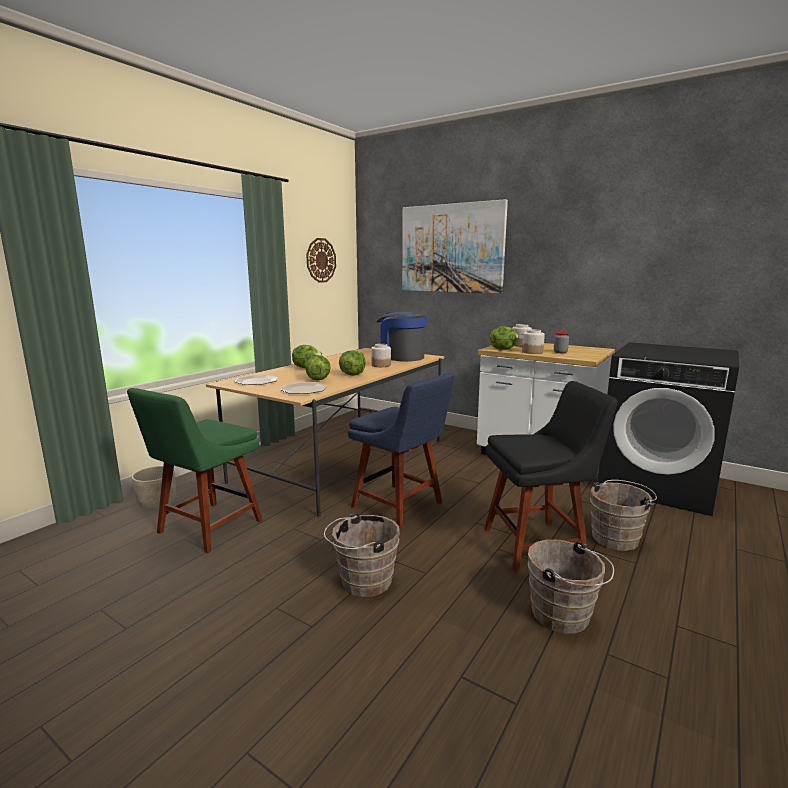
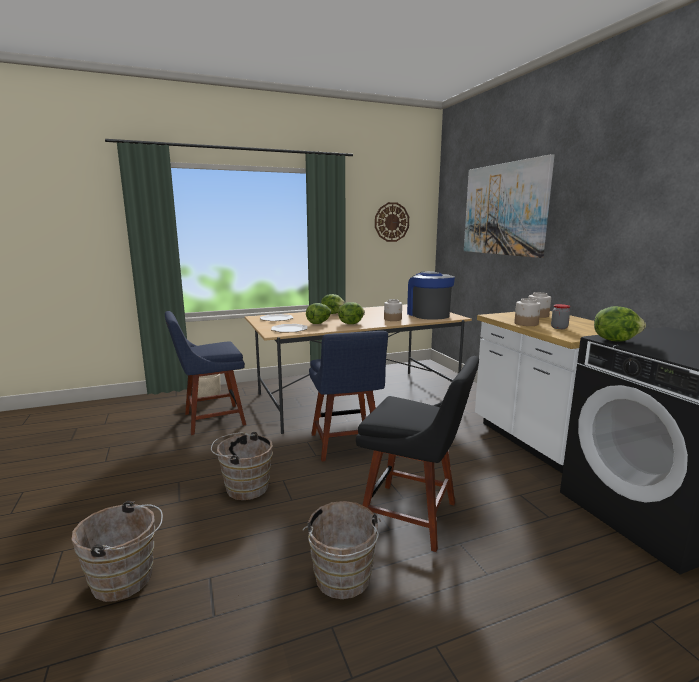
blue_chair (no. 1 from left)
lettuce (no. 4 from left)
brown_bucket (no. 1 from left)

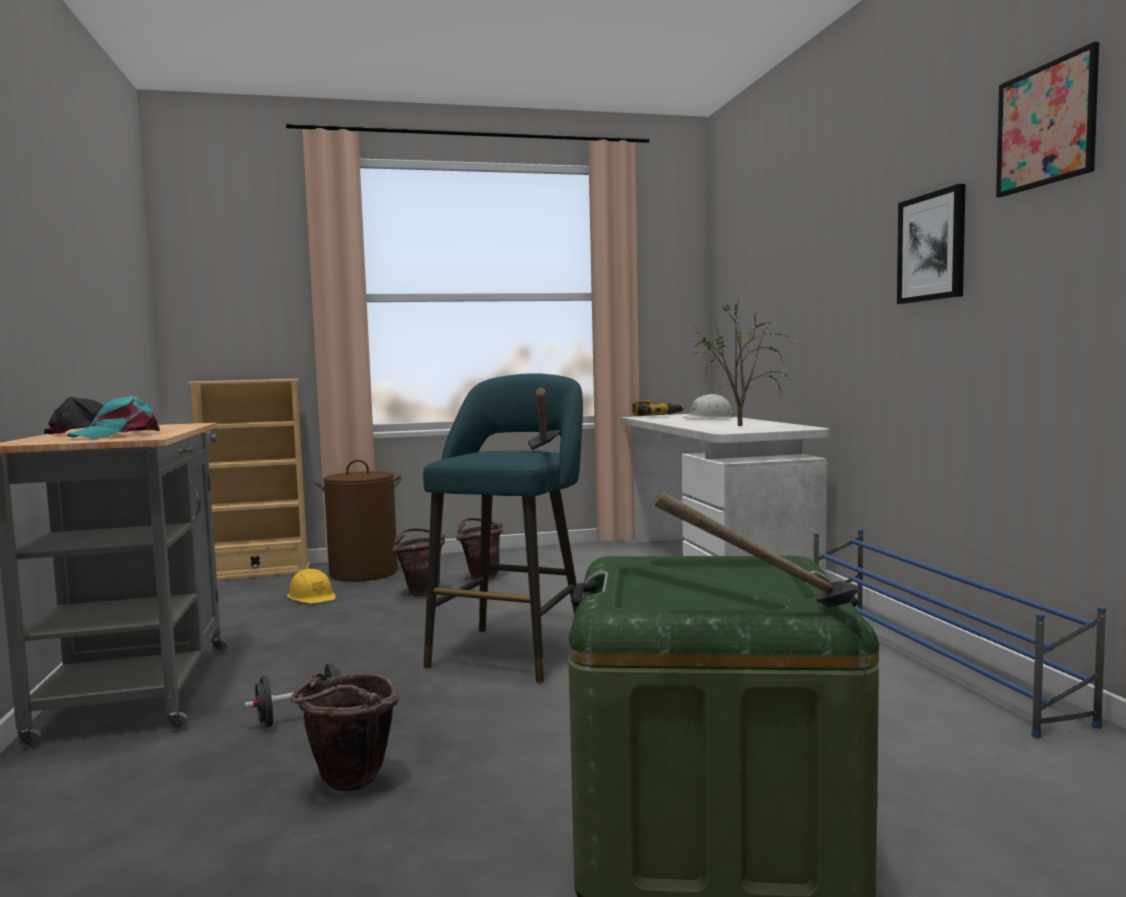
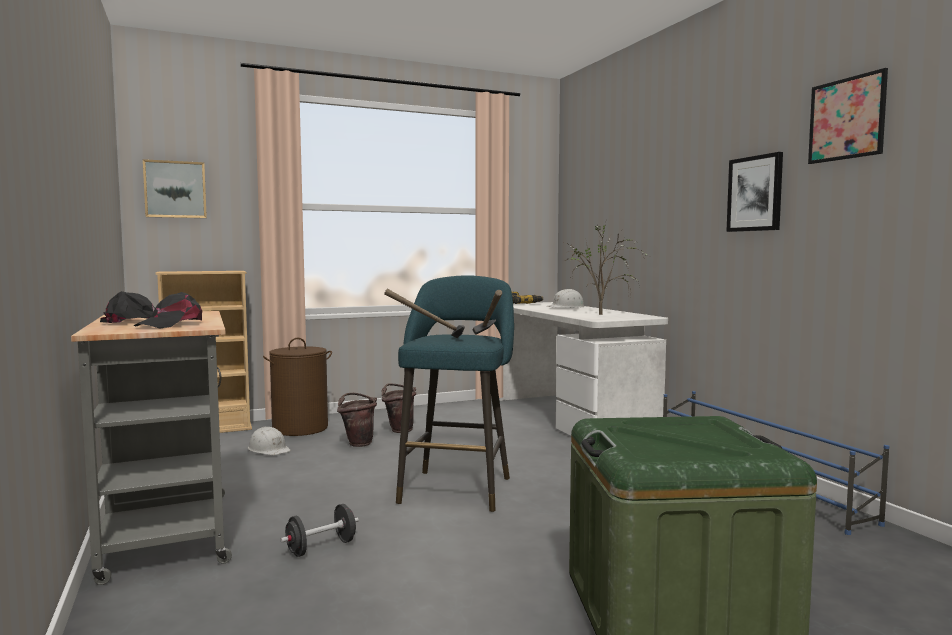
black_cap (no. 2 from left)
white_hard_hat (no. 1 from left)
brown_bucket (no. 1 from left in the first image)
hammer (no. 1 from left)
picture (no. 1 from left)

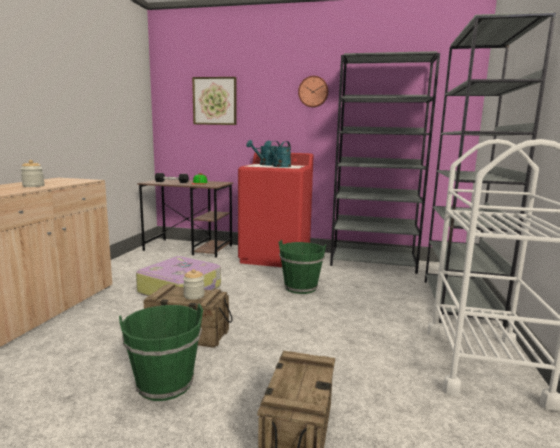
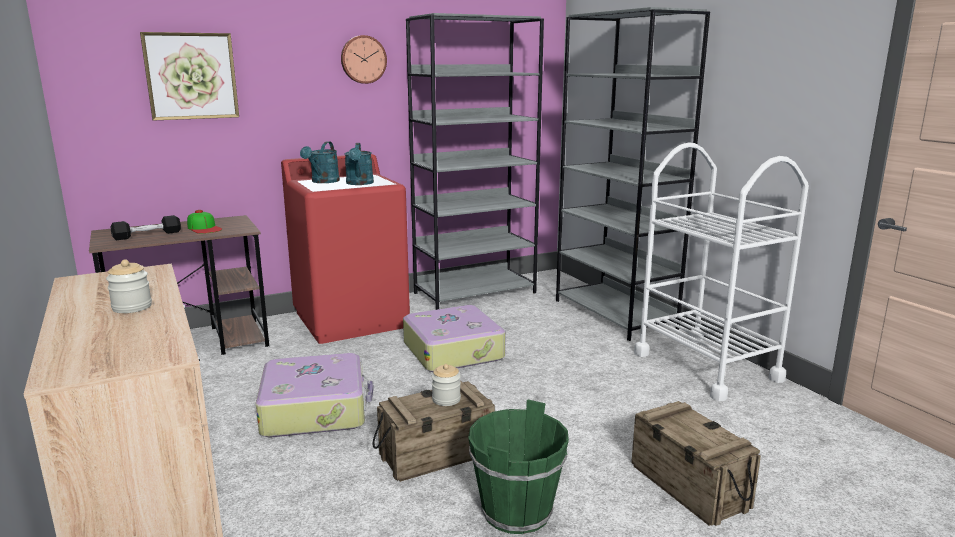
suitcase (no. 2 from left)

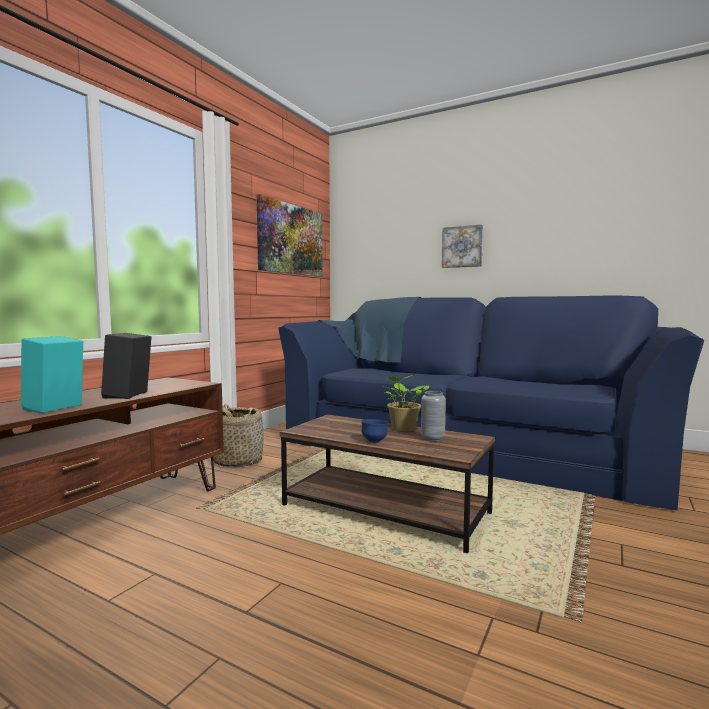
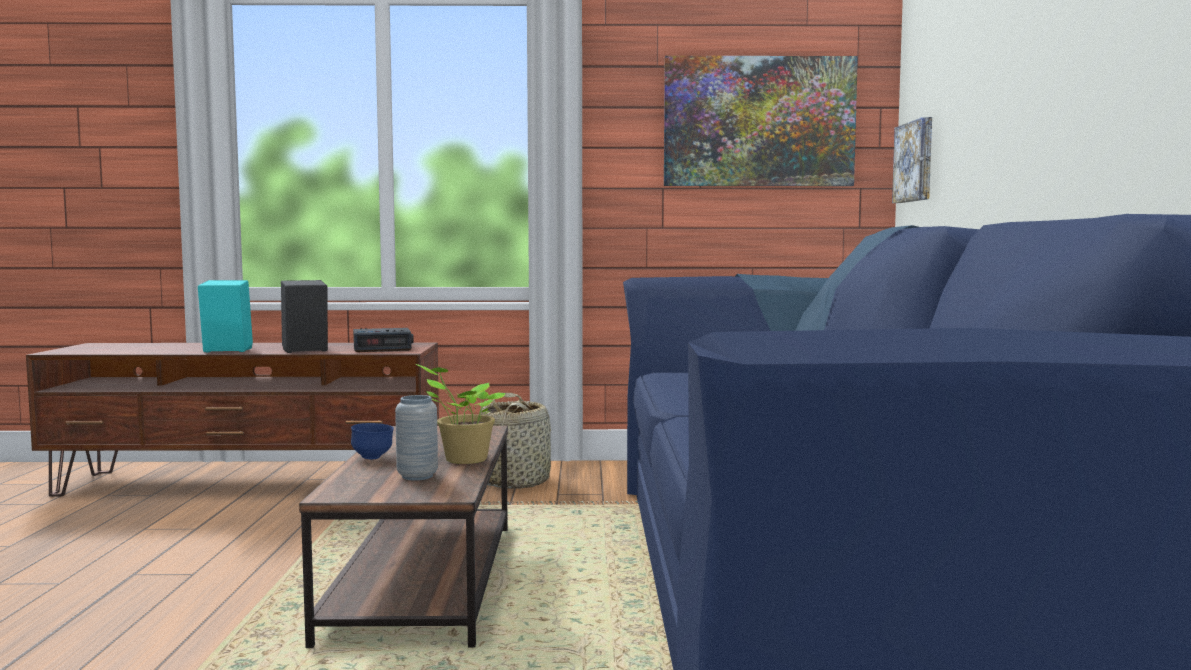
picture (no. 2 from left)
alarm_clock

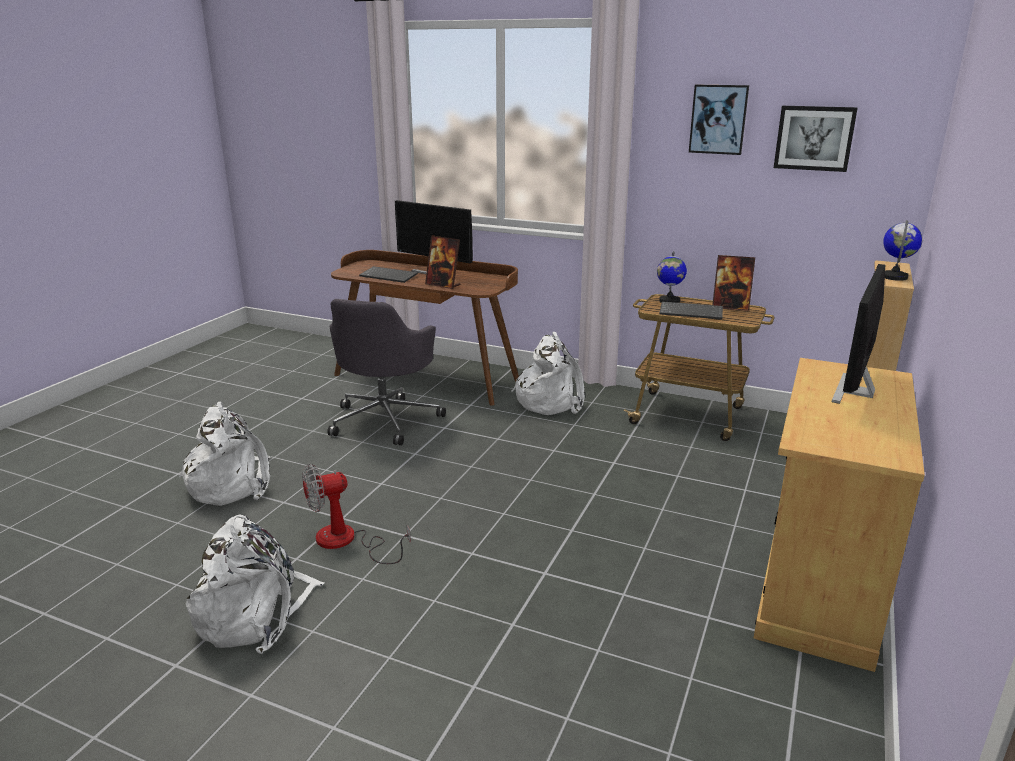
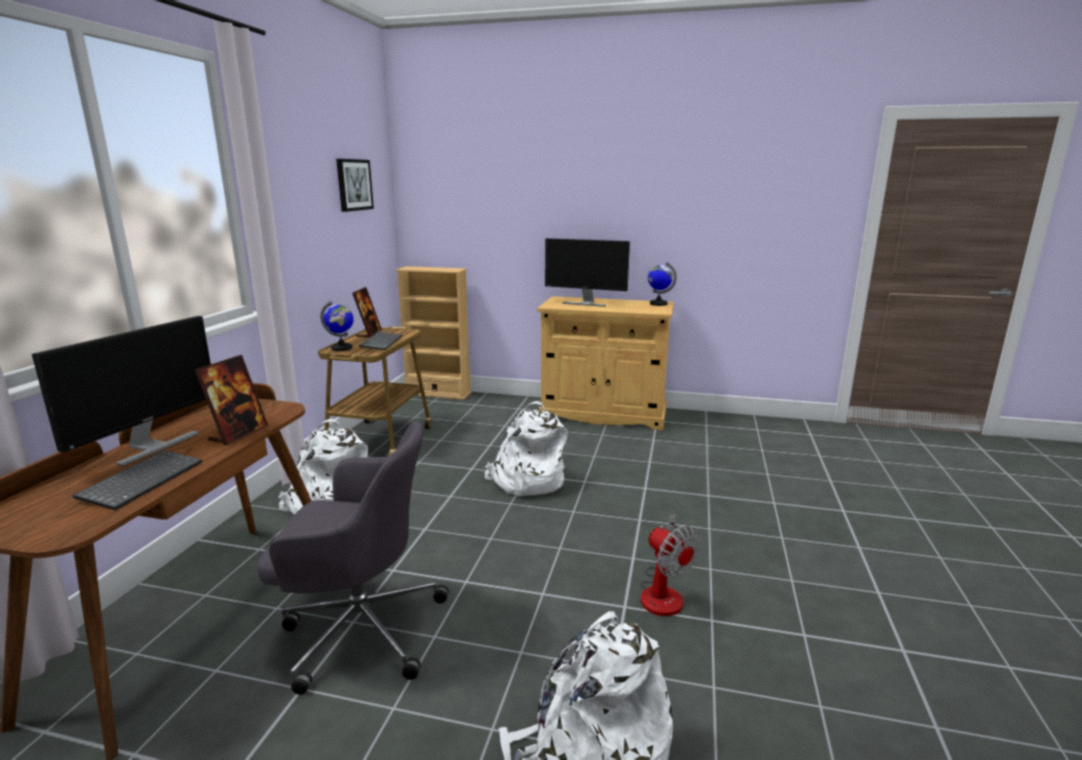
white_backpack (no. 2 from left)
picture (no. 1 from left in the first image)
globe (no. 2 from left)

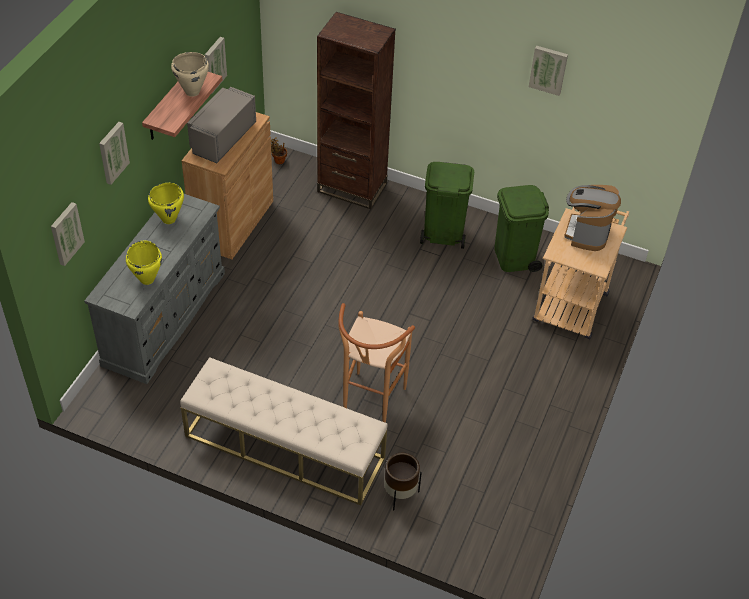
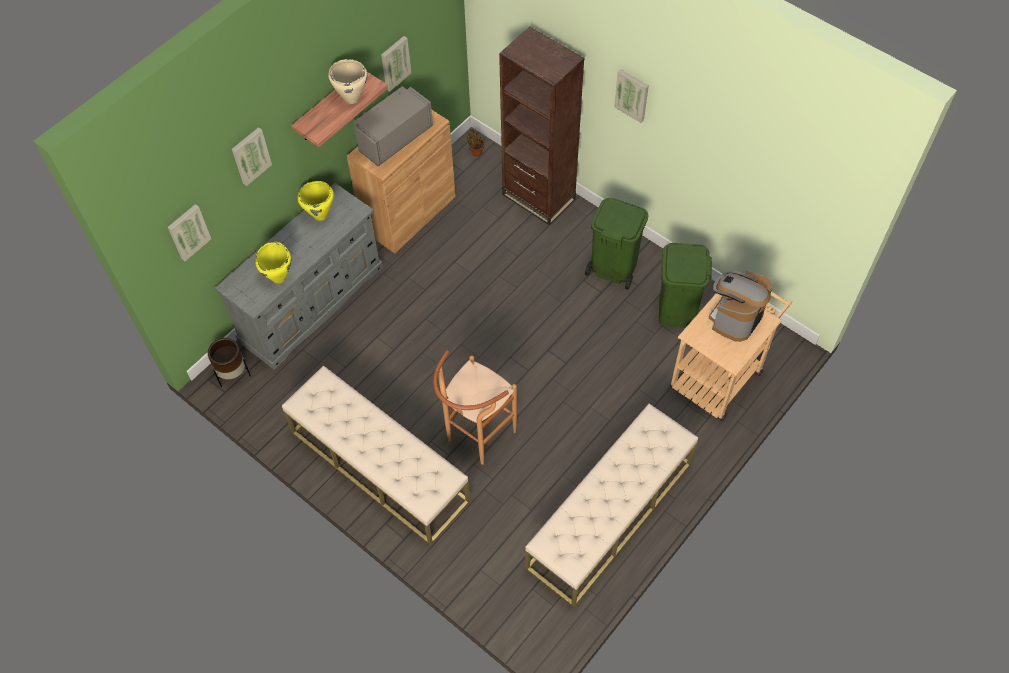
brown_planter
picture (no. 4 from left)
beige_bench (no. 2 from left)

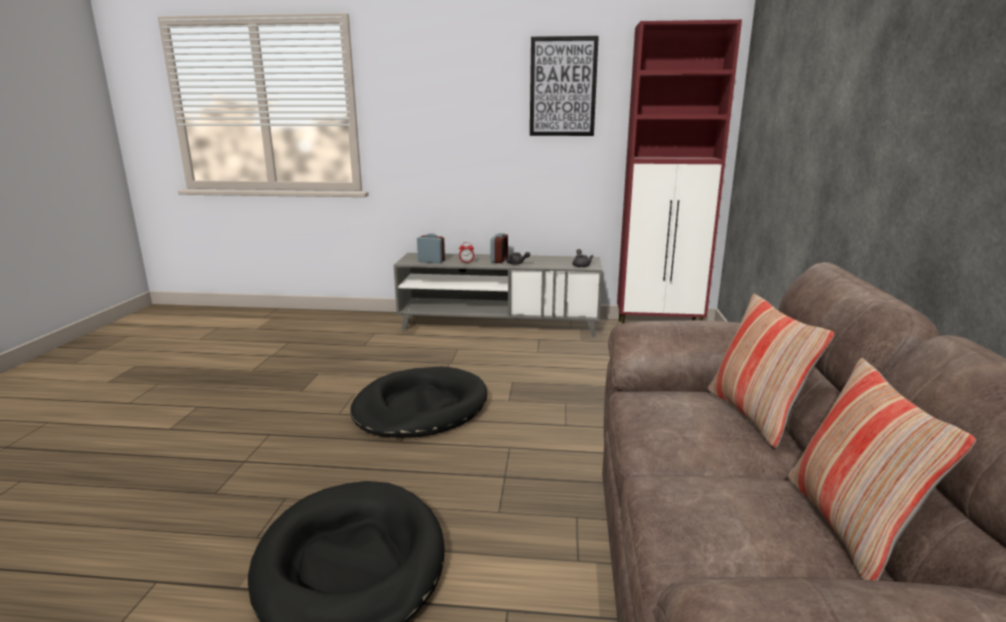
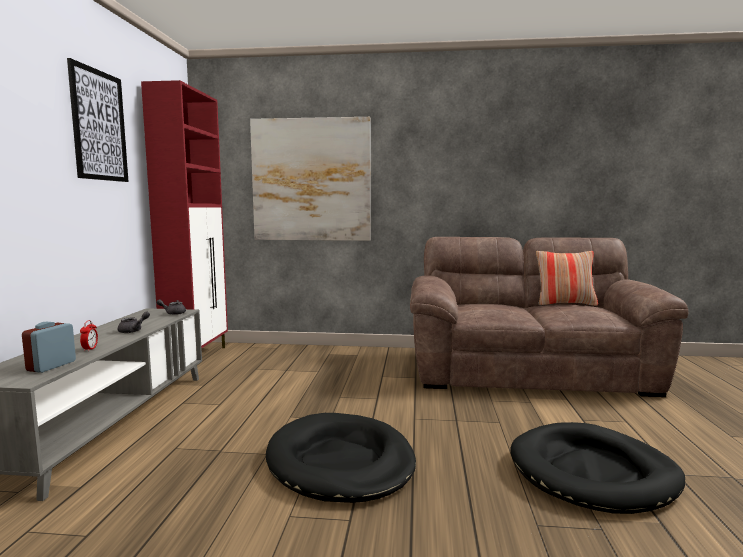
alarm_clock (no. 3 from left in the first image)
pillow (no. 1 from left in the first image)
picture (no. 2 from left)

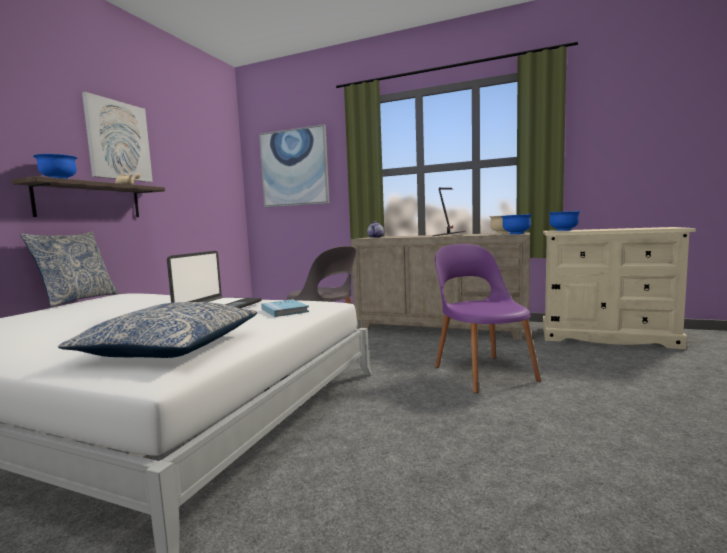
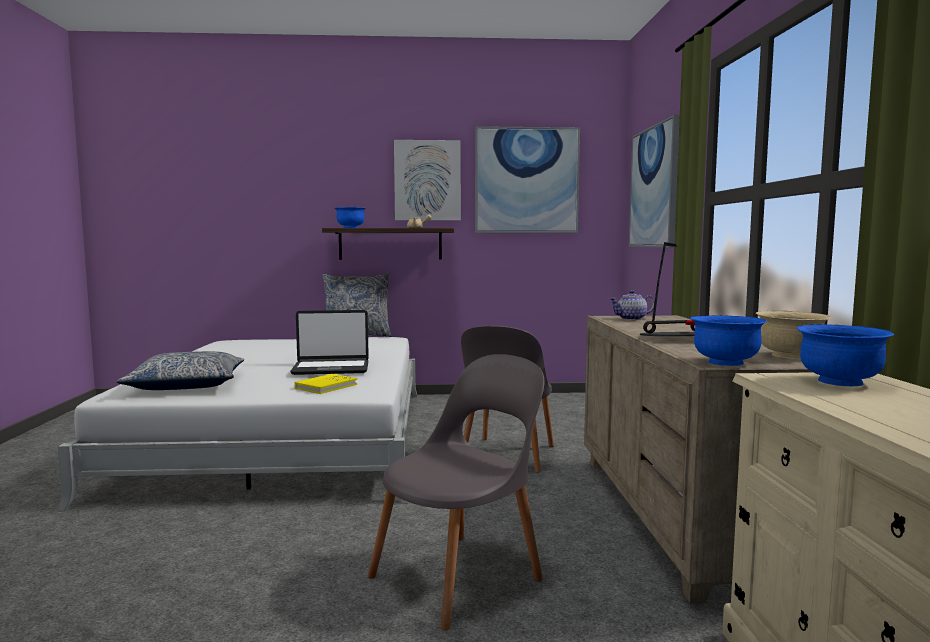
yellow_book
grey_chair (no. 1 from left)
picture (no. 2 from left)

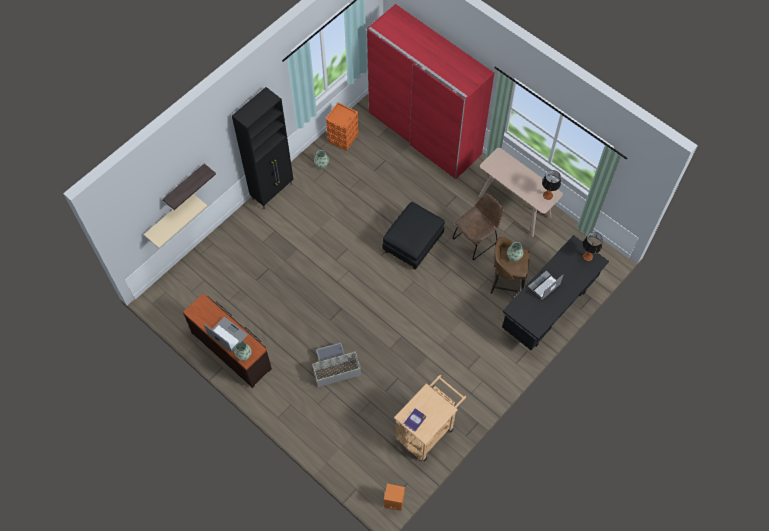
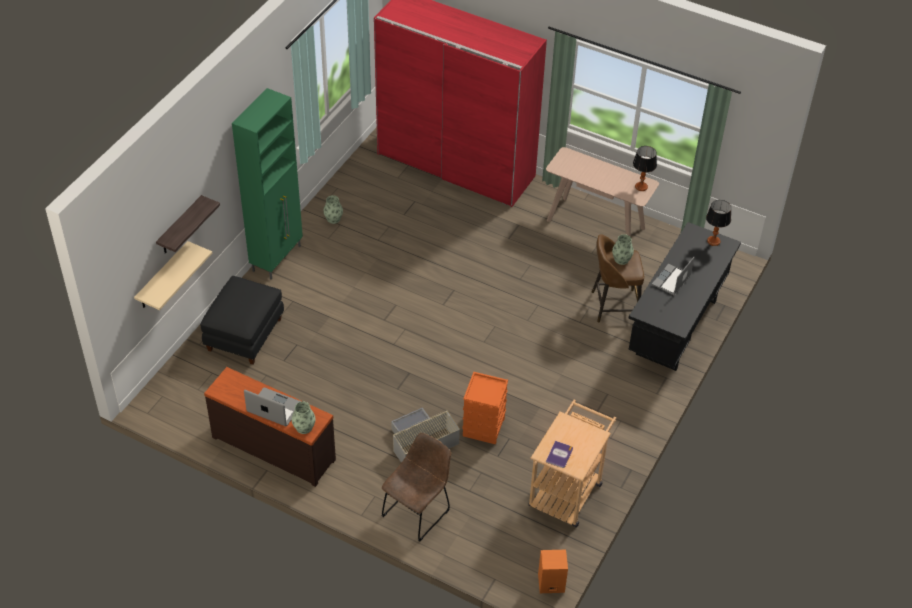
green_cabinet
orange_storage_box
black_ottoman
brown_chair

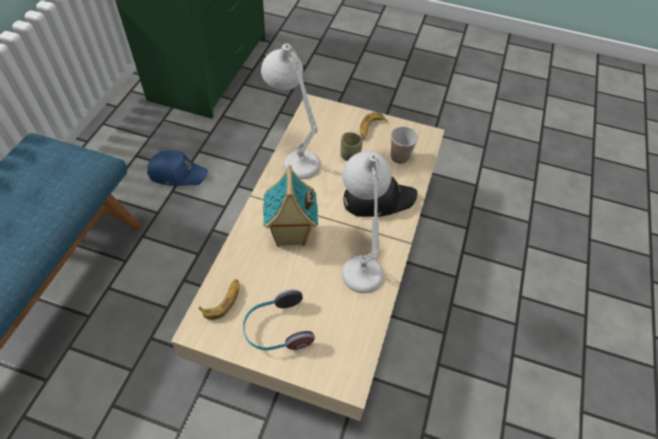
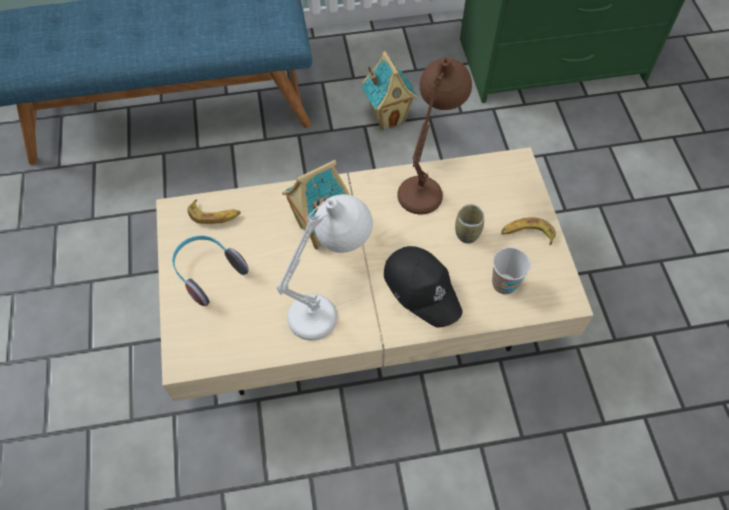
toy_house (no. 2 from left)
brown_table_lamp

